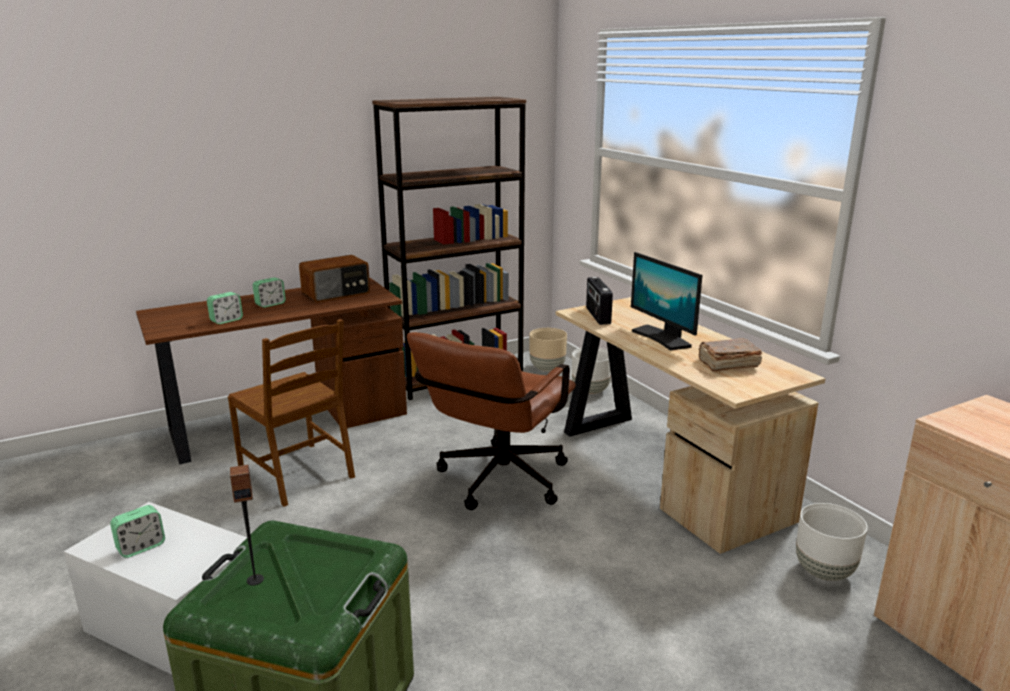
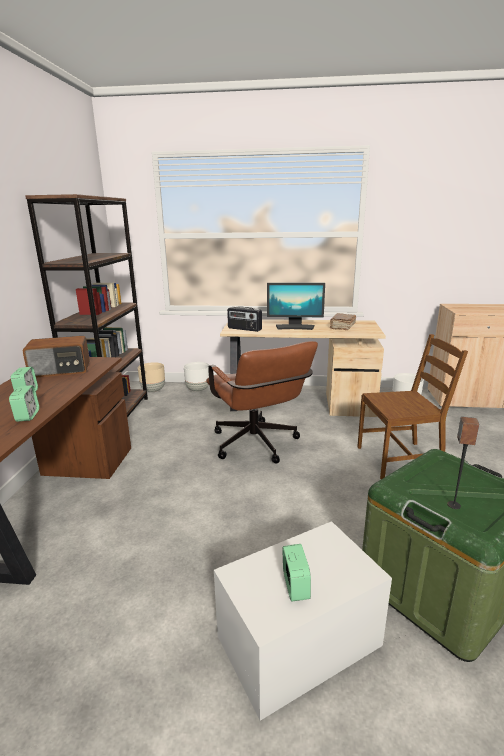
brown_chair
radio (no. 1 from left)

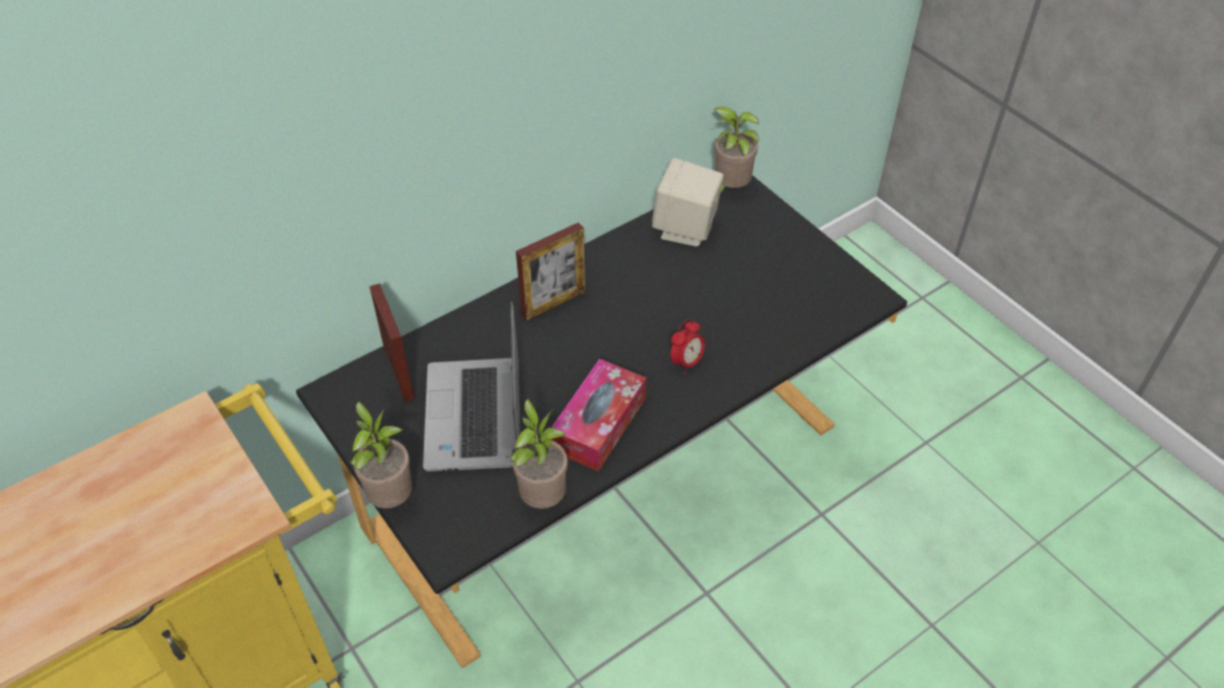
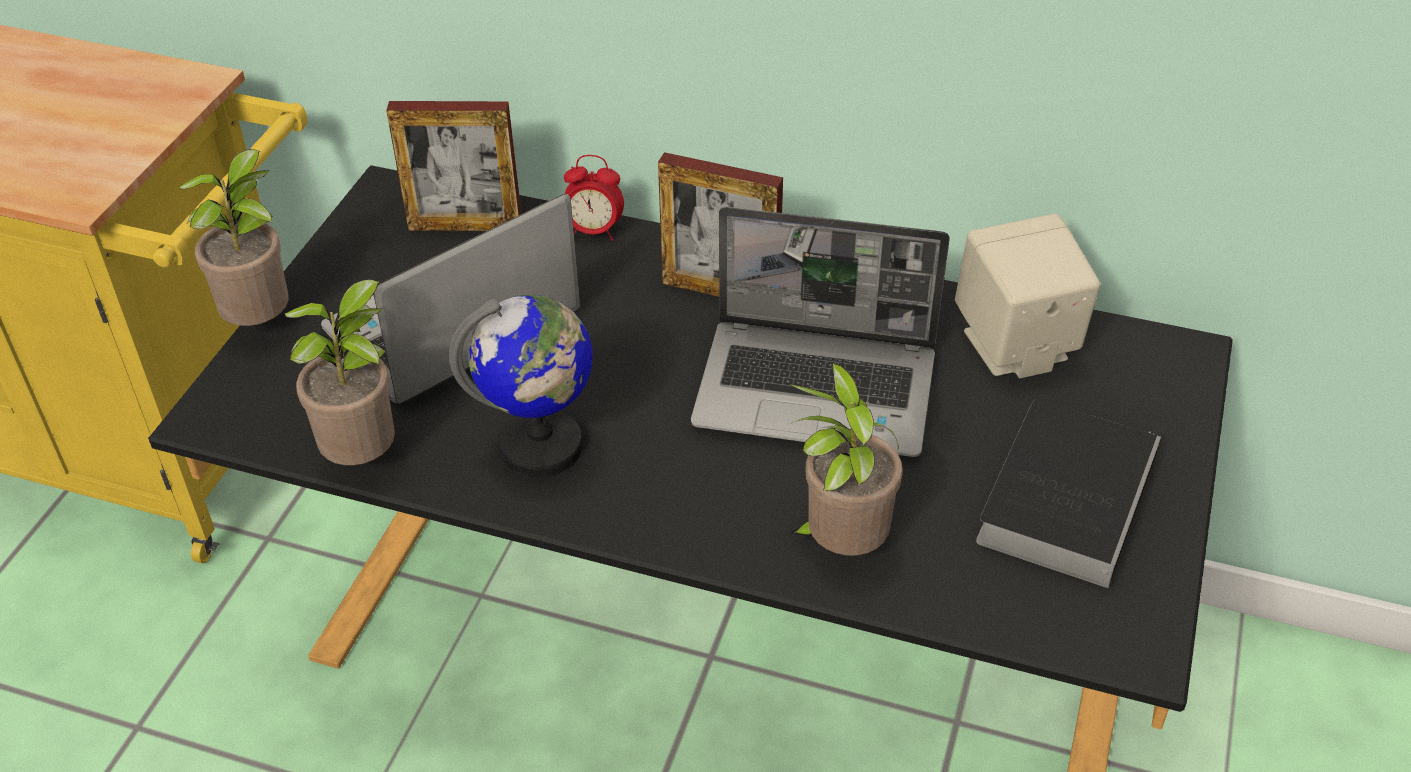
picture_frame (no. 1 from left)
globe
alarm_clock
potted_plant (no. 3 from left)
laptop (no. 2 from left)
book

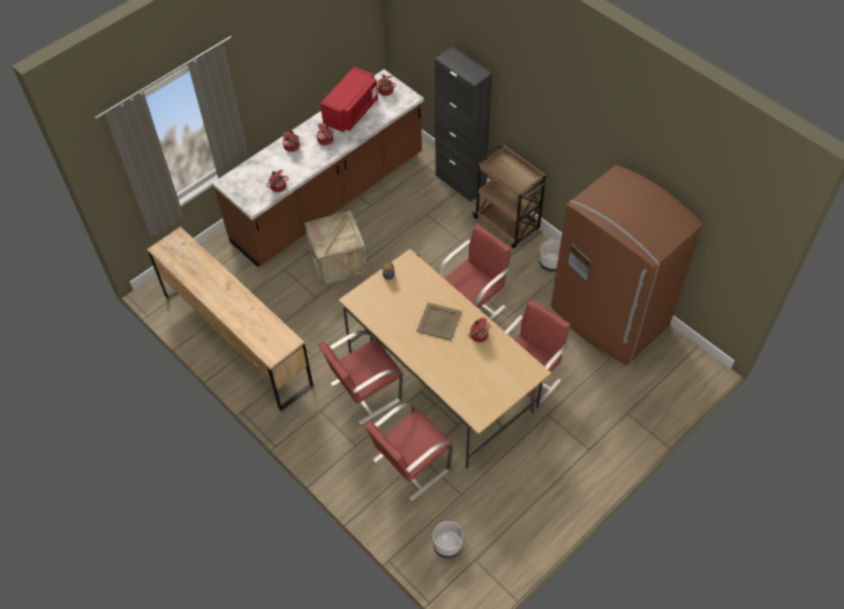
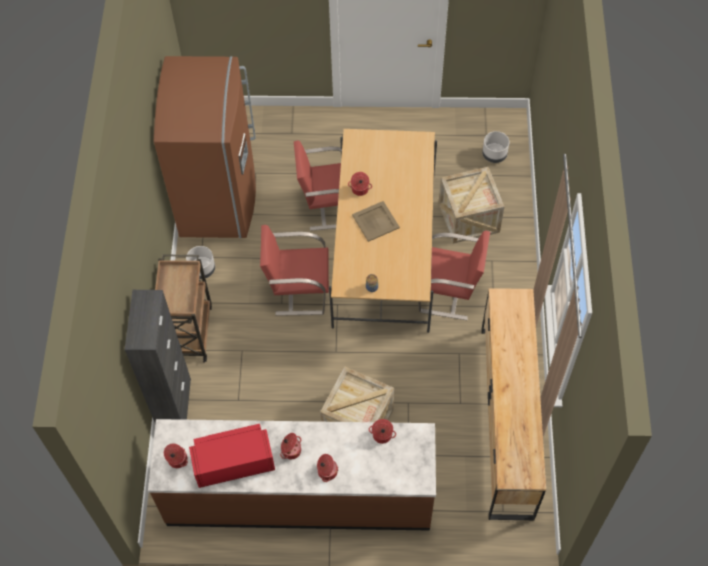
crate (no. 2 from left)

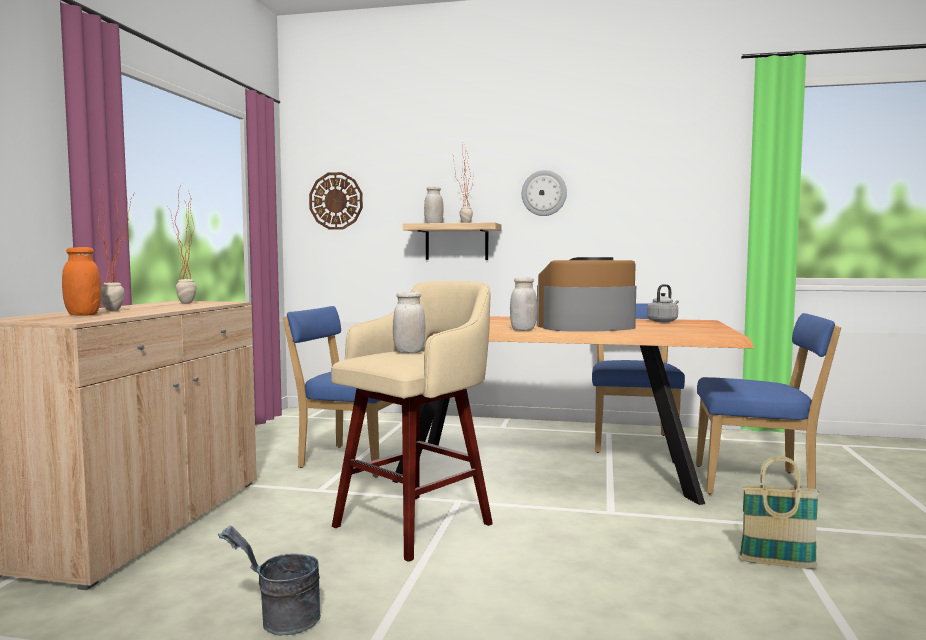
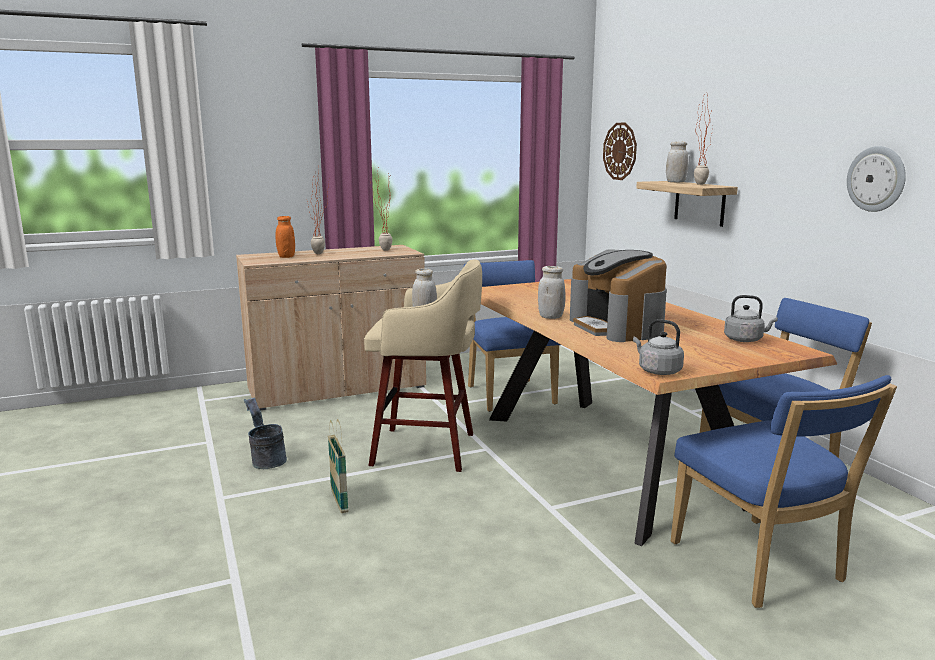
wall_clock (no. 2 from left)
coffee_machine
basket
grey_kettle (no. 1 from left)

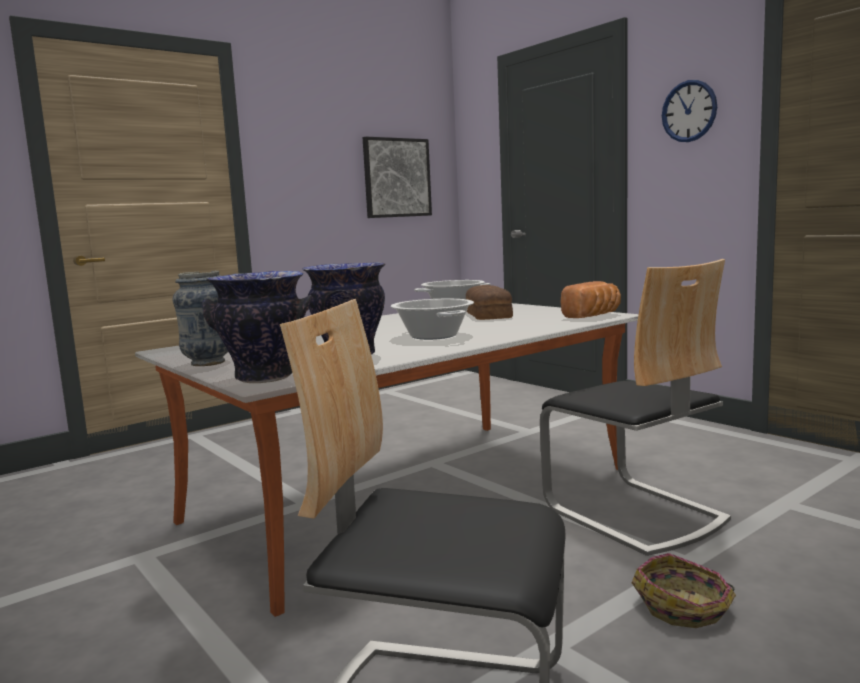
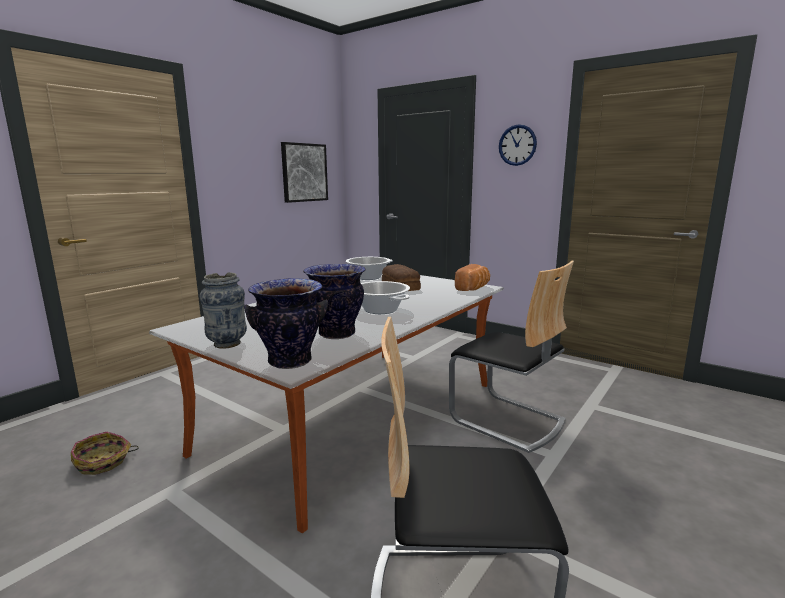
basket

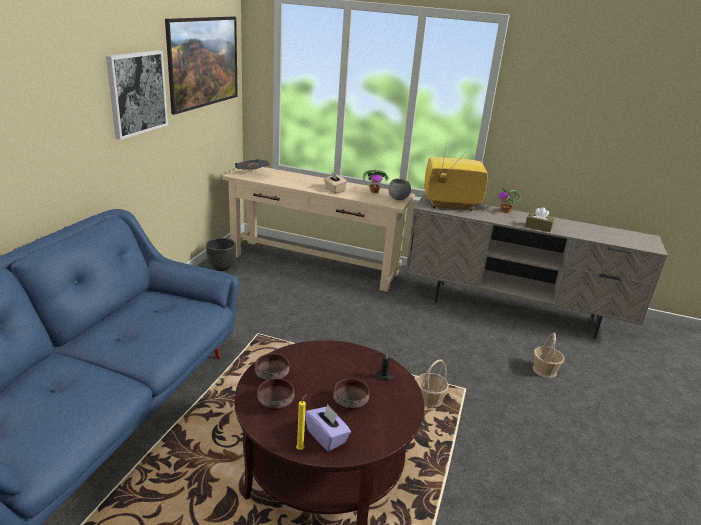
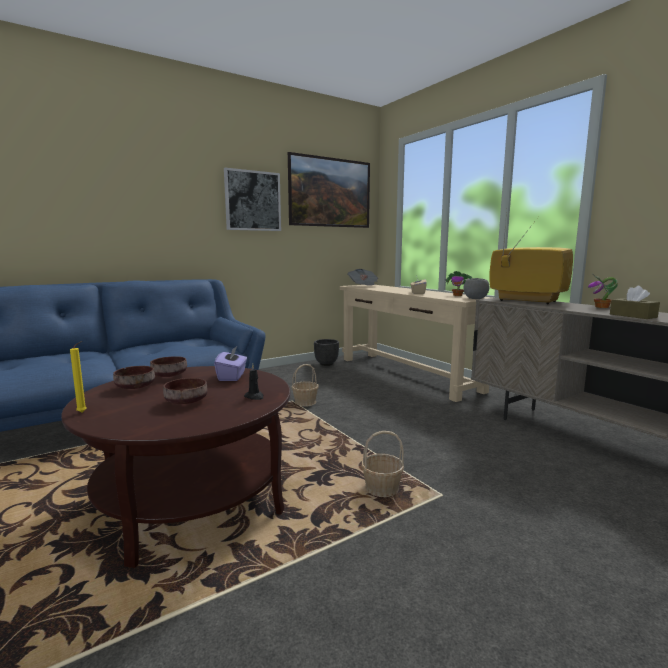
purple_tissue_box
basket (no. 1 from left)

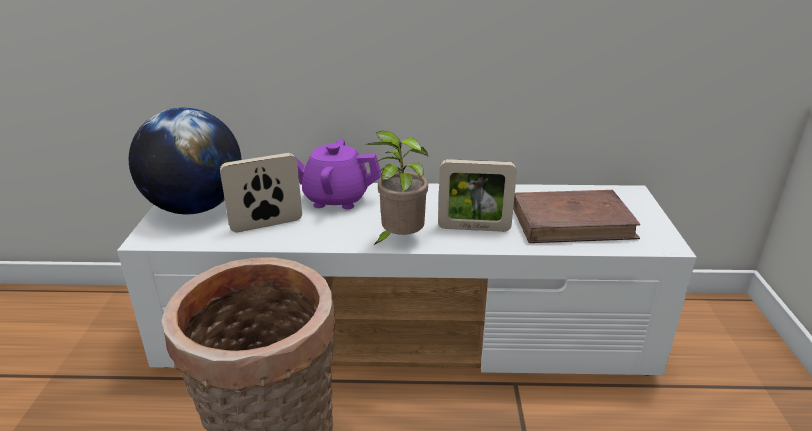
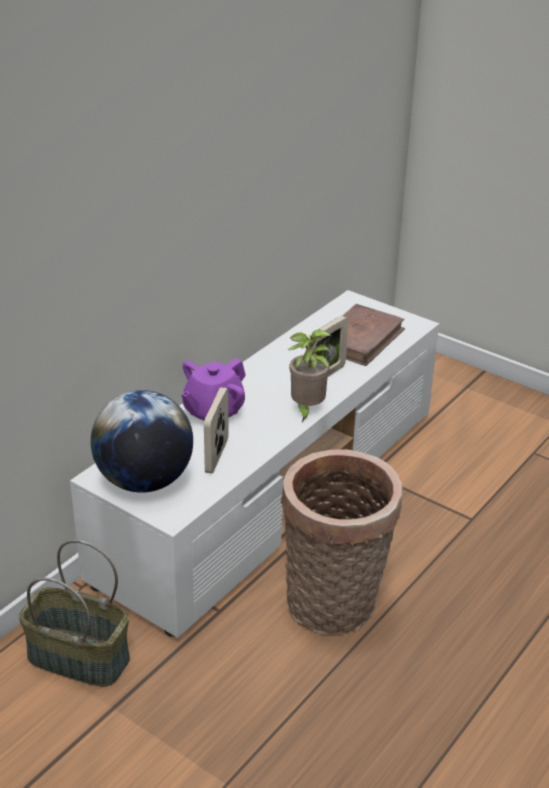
basket (no. 1 from left)

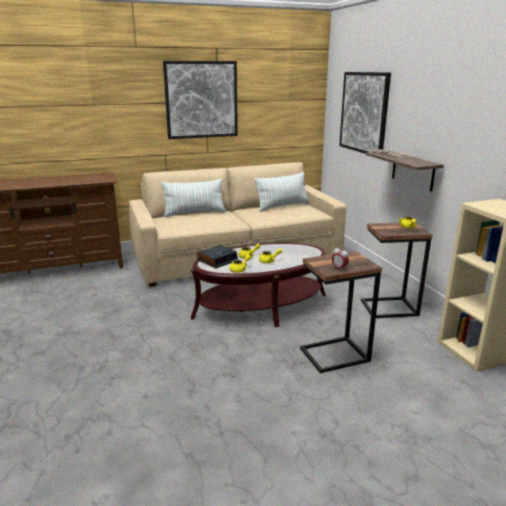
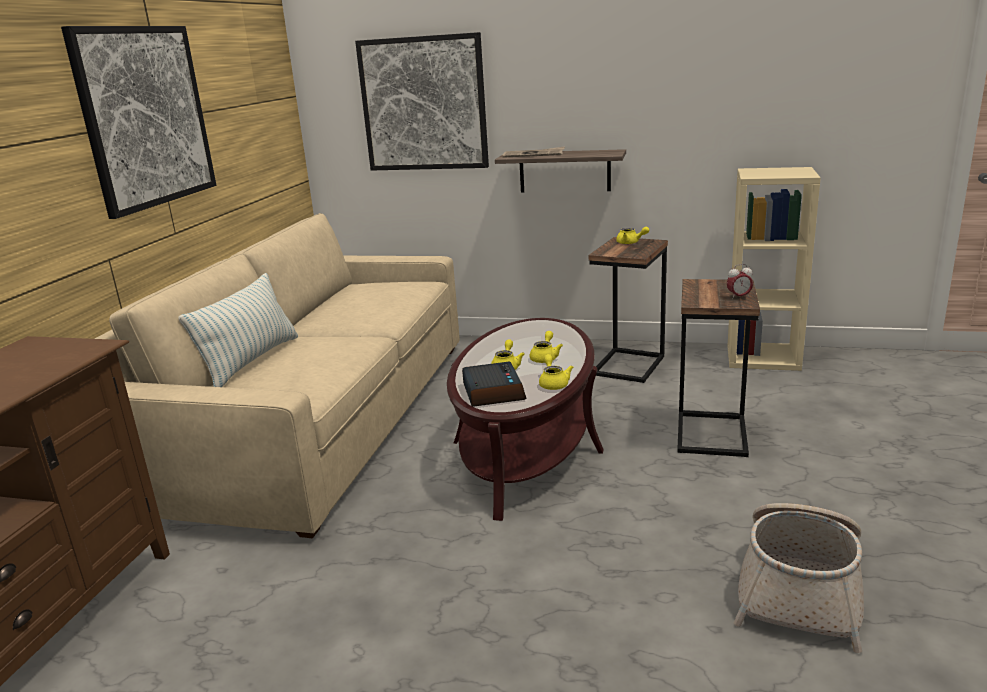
pillow (no. 2 from left in the first image)
basket

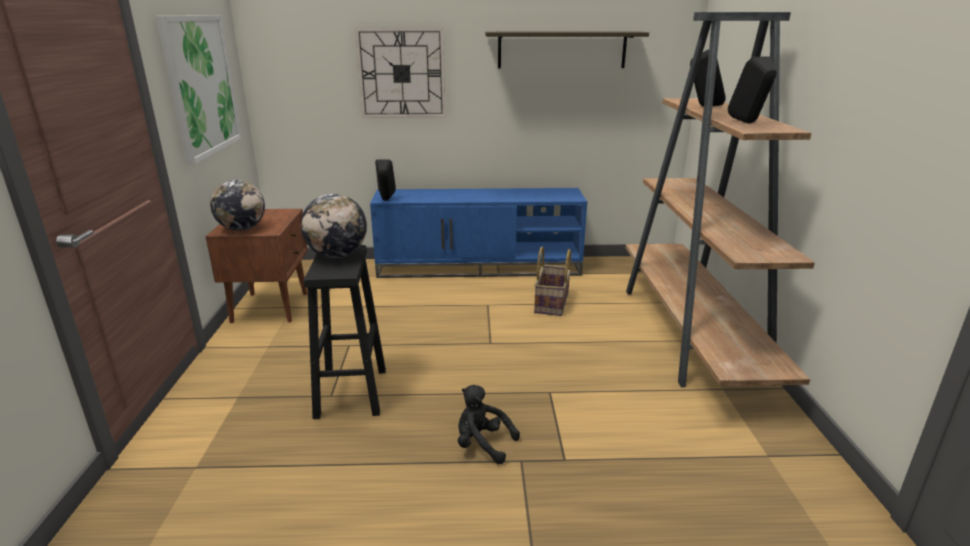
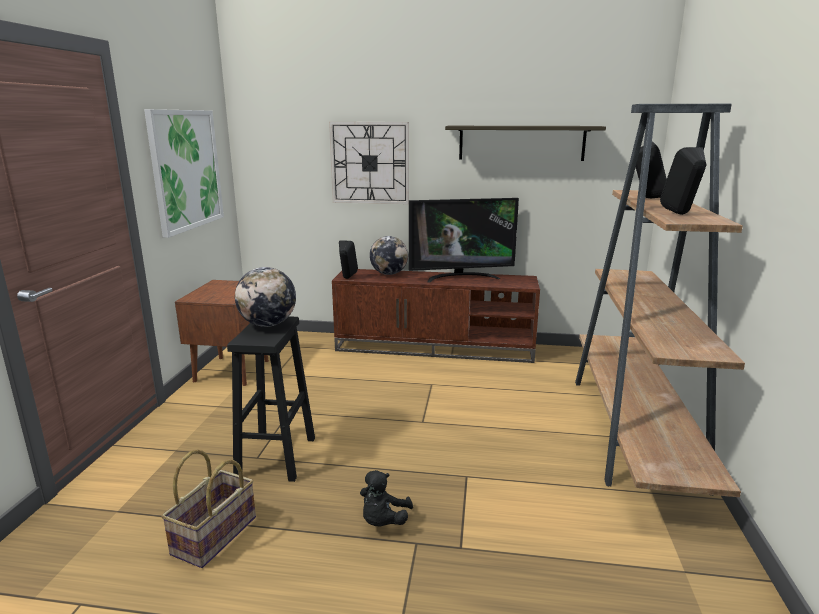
globe (no. 2 from left)
brown_tv_stand
black_plush_toy
basket
television

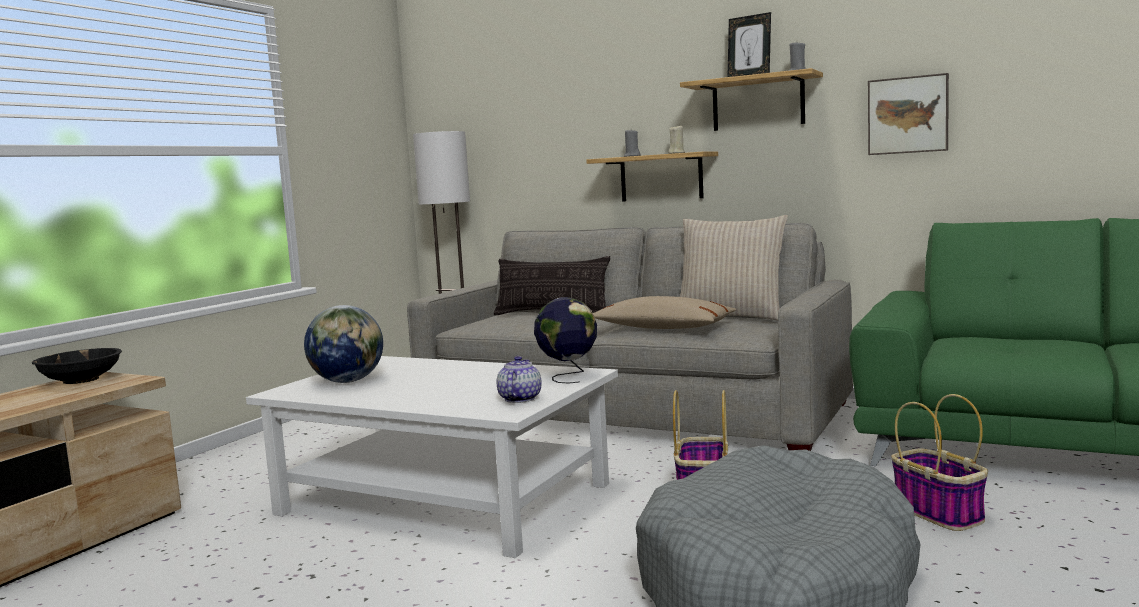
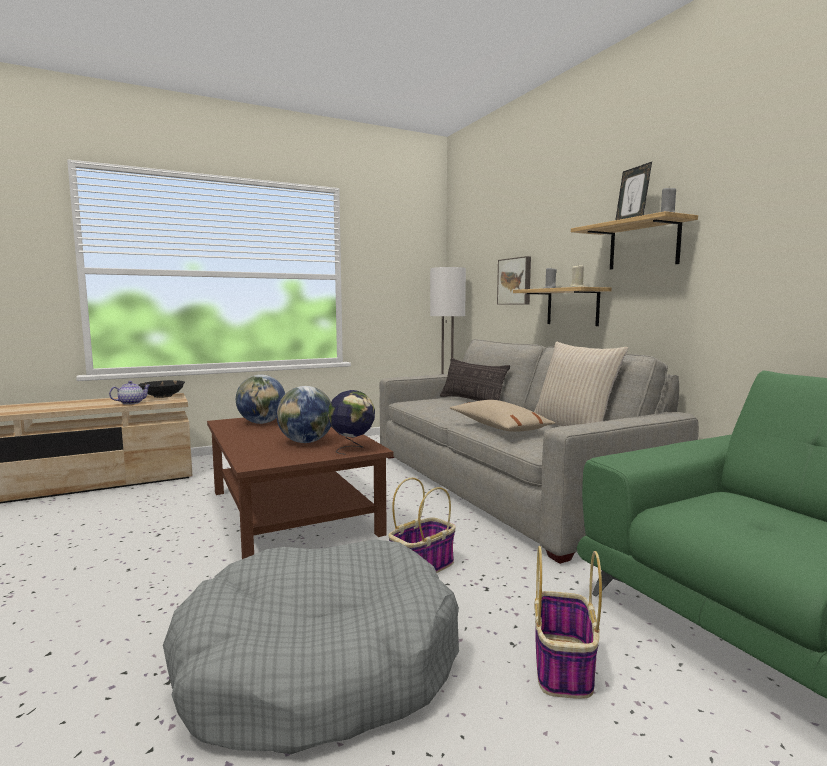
brown_coffee_table
teapot
picture
globe (no. 2 from left)

